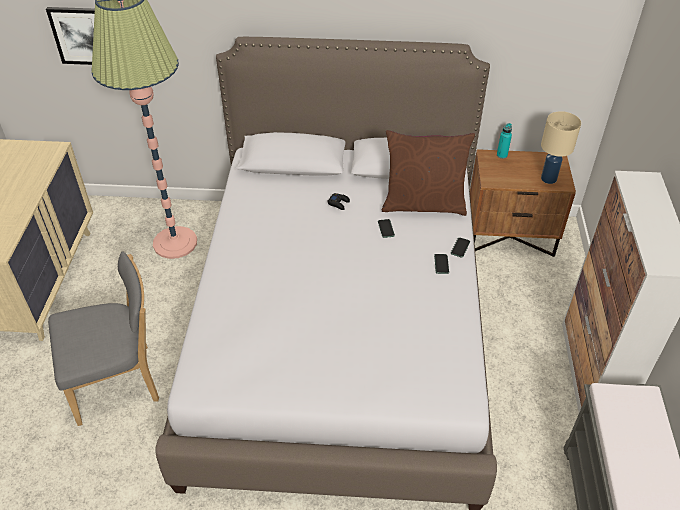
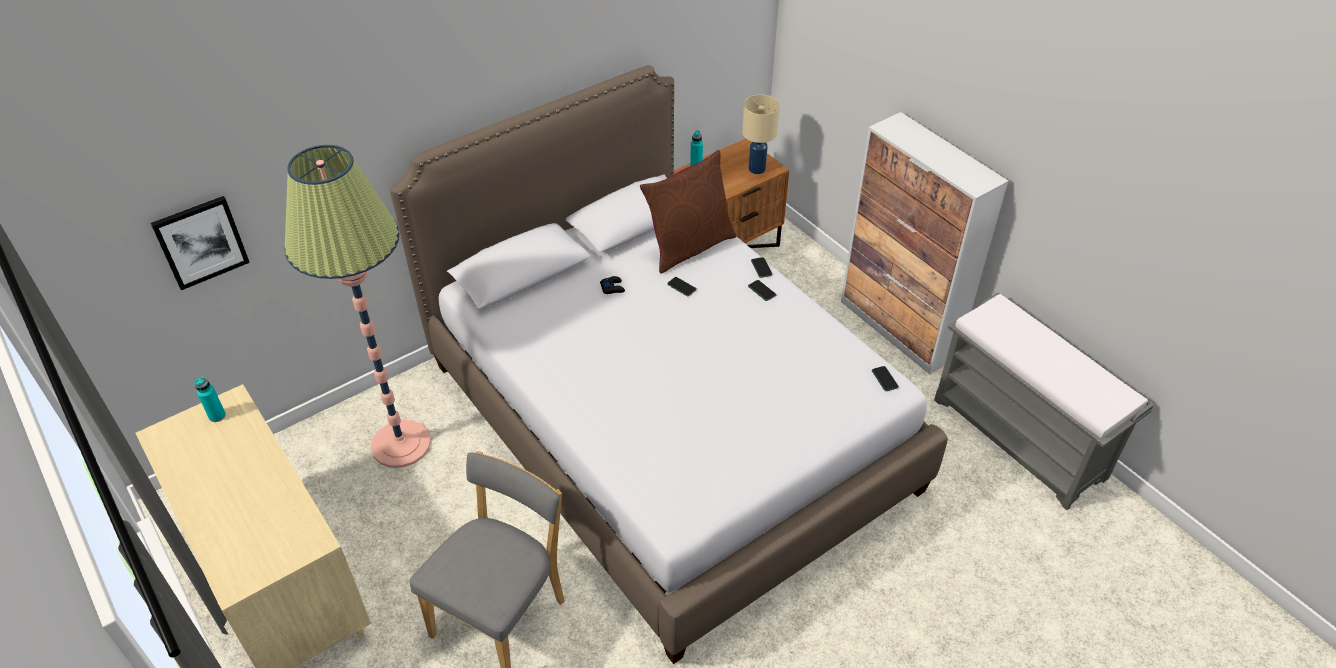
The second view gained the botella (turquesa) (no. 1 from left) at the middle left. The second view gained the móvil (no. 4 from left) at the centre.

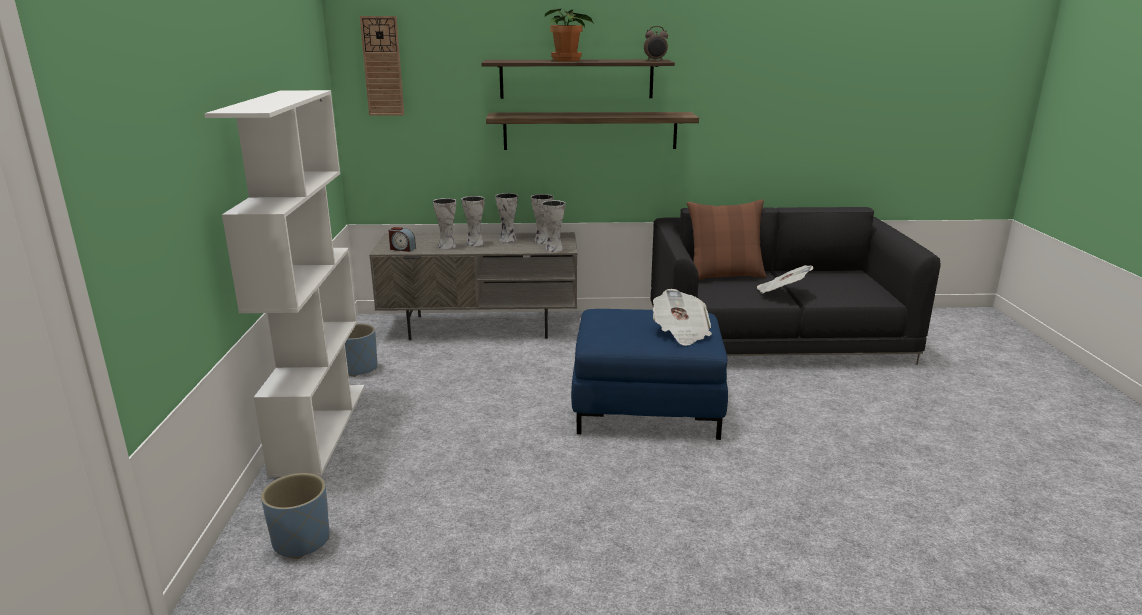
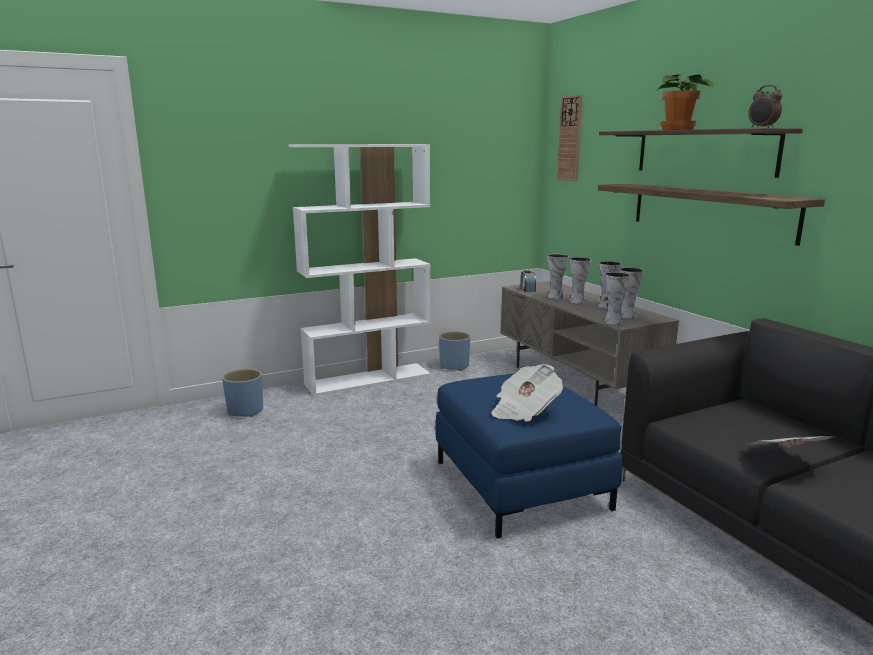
The second view lost the cojín (marrón) at the centre.

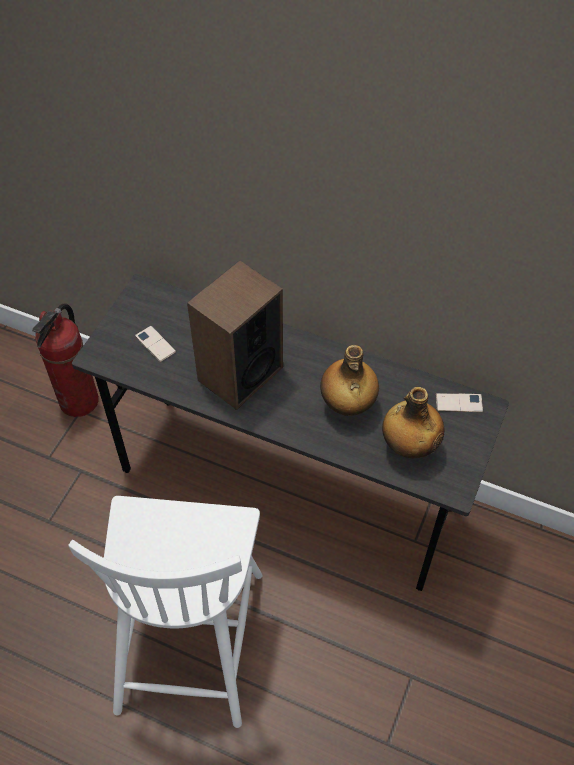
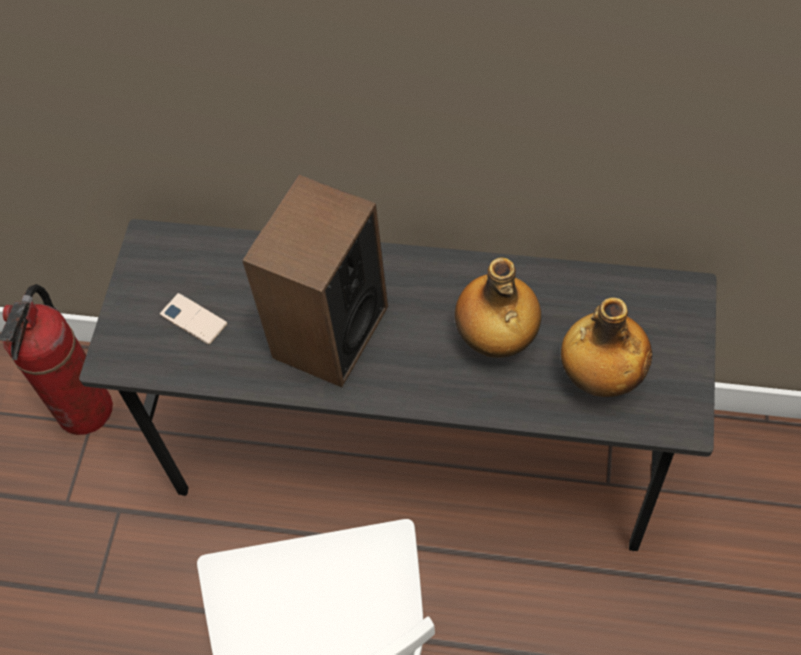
The second view lost the móvil (no. 2 from left) at the middle right.

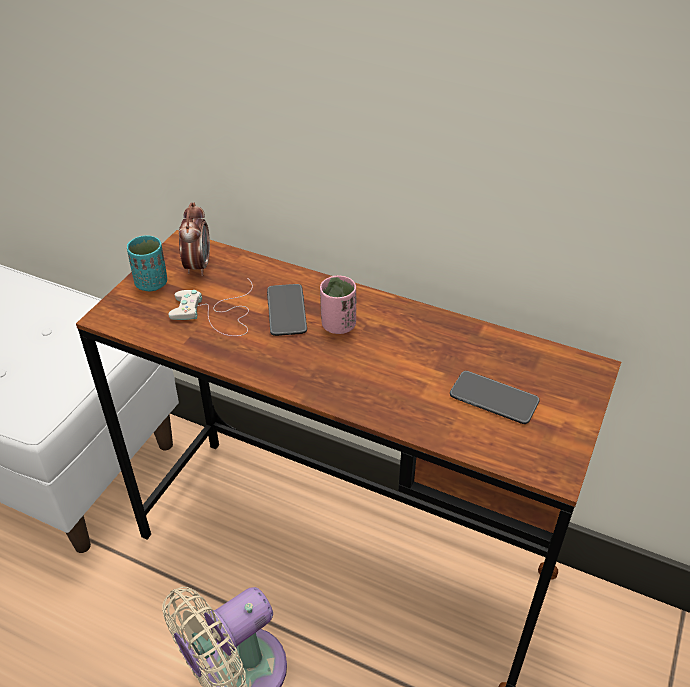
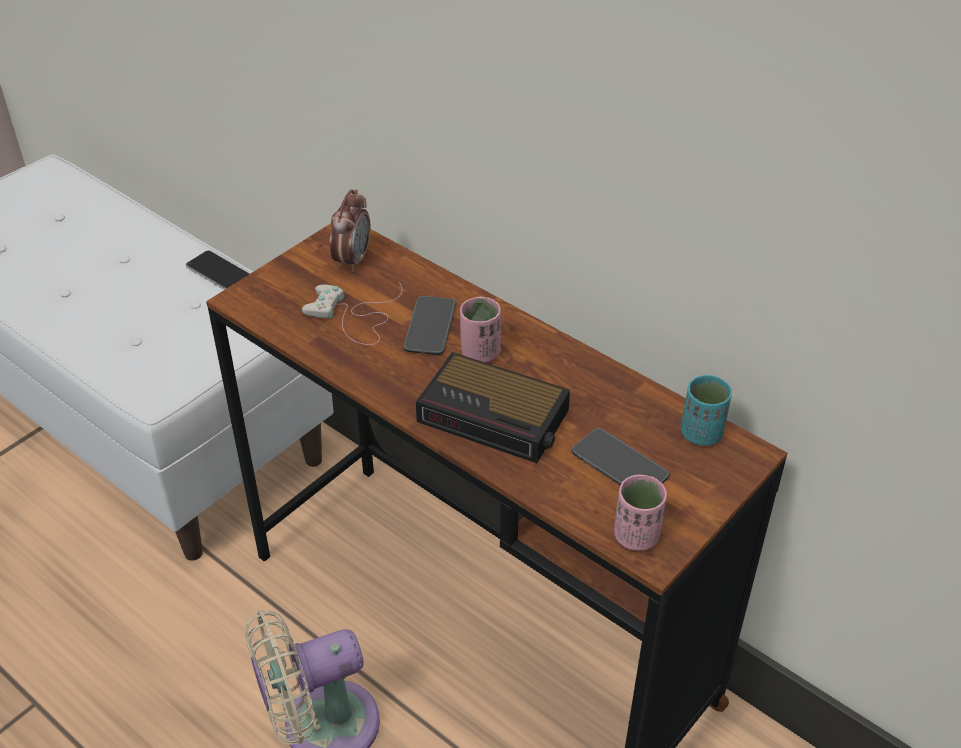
The taza (turquesa) ended up elsewhere, having gone from the middle left to the middle right. The second view gained the móvil (no. 1 from left) at the middle left. The second view gained the despertador (no. 2 from left) at the centre. The second view gained the taza (rosa) (no. 2 from left) at the bottom centre.

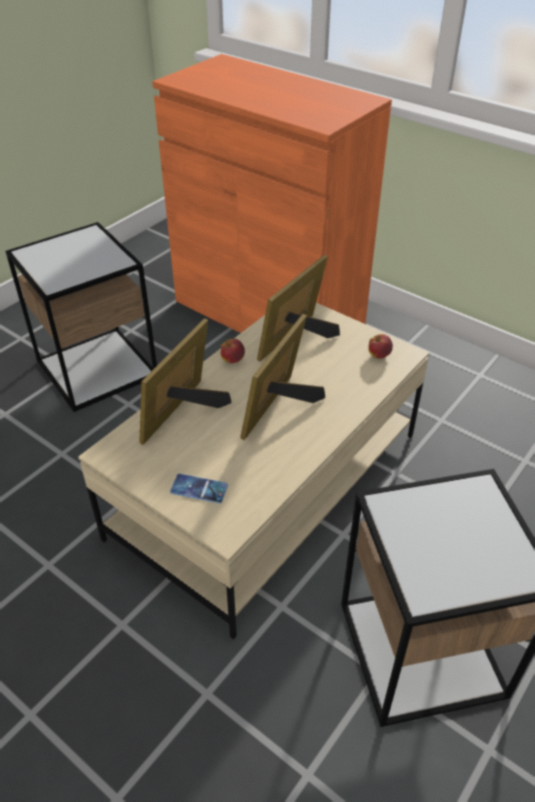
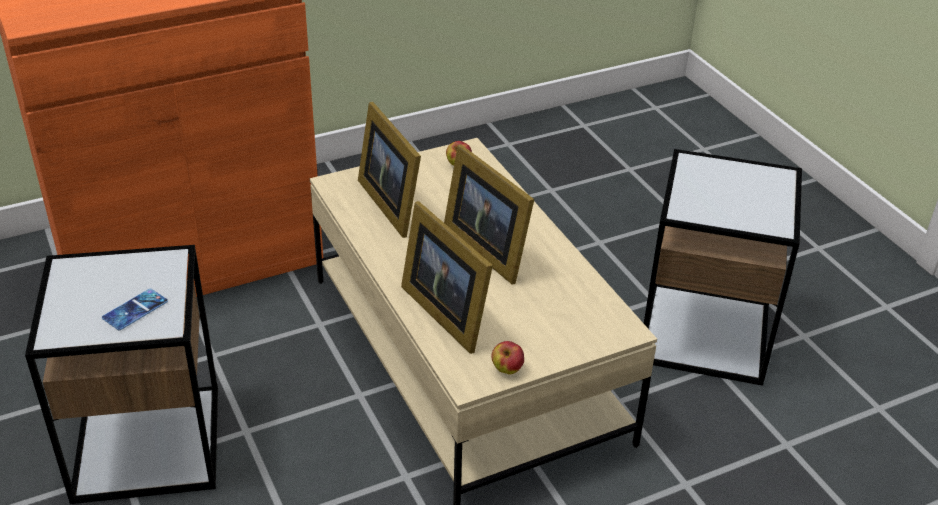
The móvil ended up elsewhere, having gone from the centre to the middle left. The manzana (no. 1 from left in the first image) ended up elsewhere, having gone from the centre to the bottom centre.

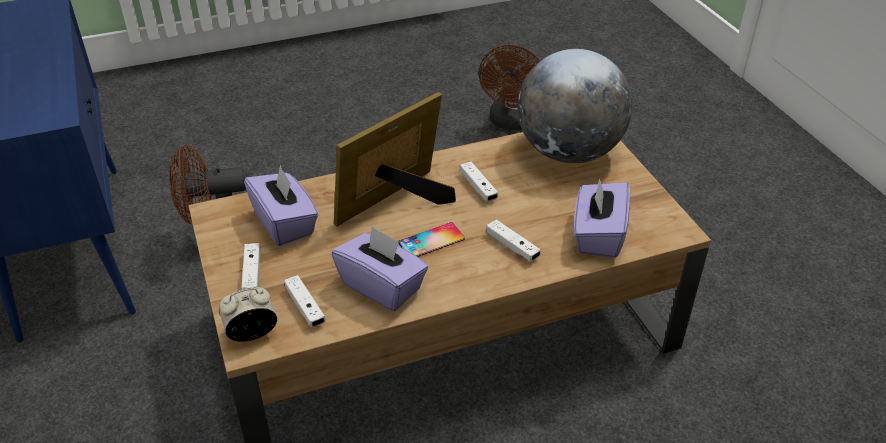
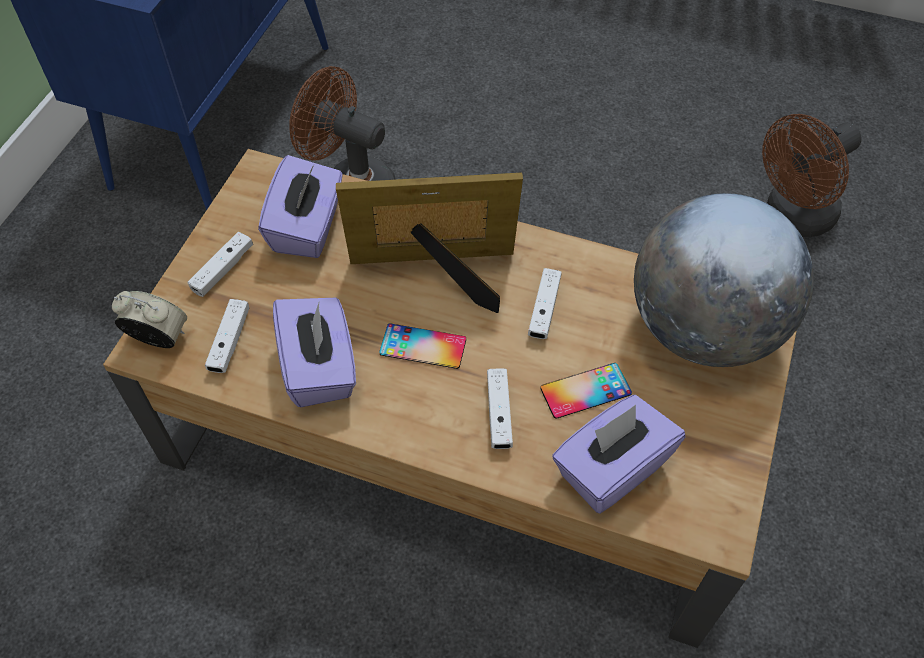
The second view gained the móvil (no. 2 from left) at the centre.

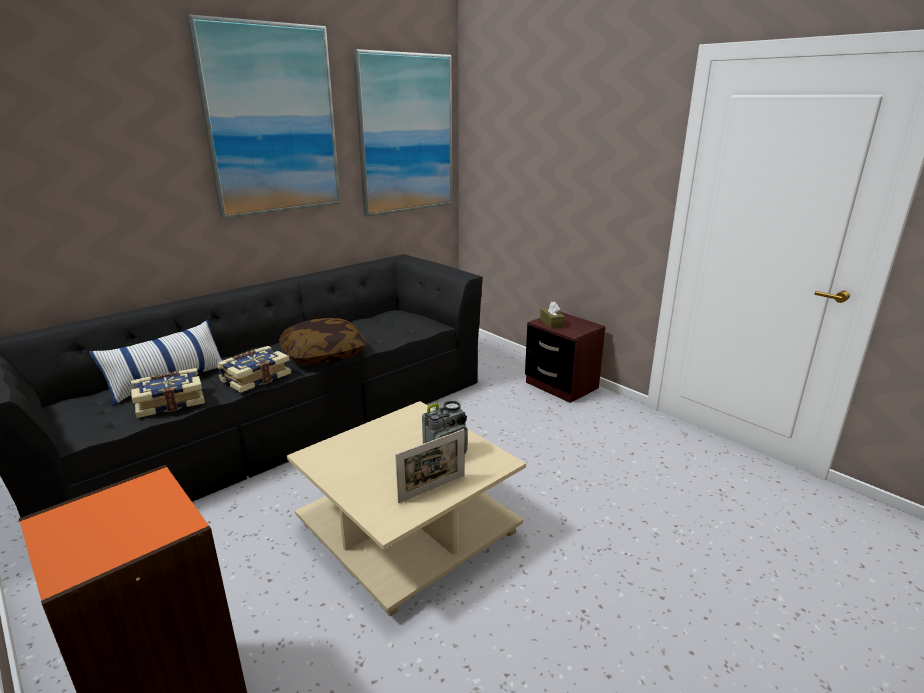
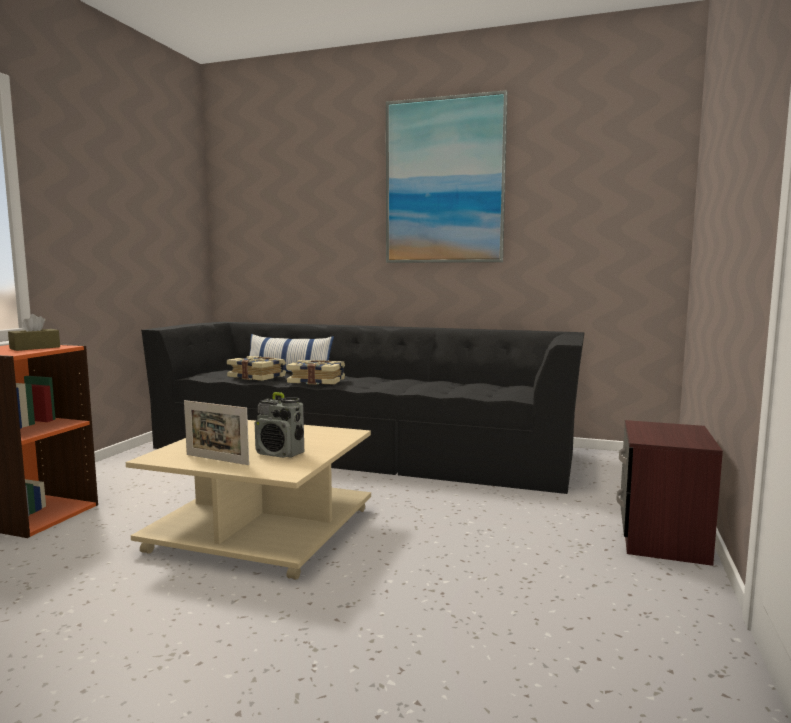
The second view lost the cojín (no. 2 from left) at the centre. The second view lost the cuadro (no. 2 from left) at the top centre. The caja de pañuelos (marrón) ended up elsewhere, having gone from the centre to the middle left.

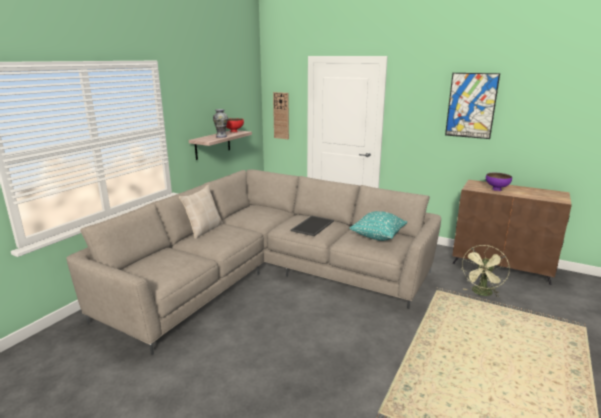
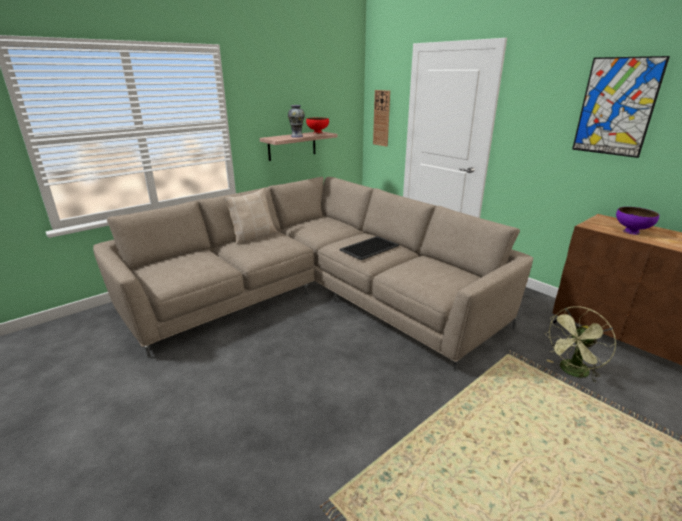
The second view lost the cojín (turquesa) at the centre.

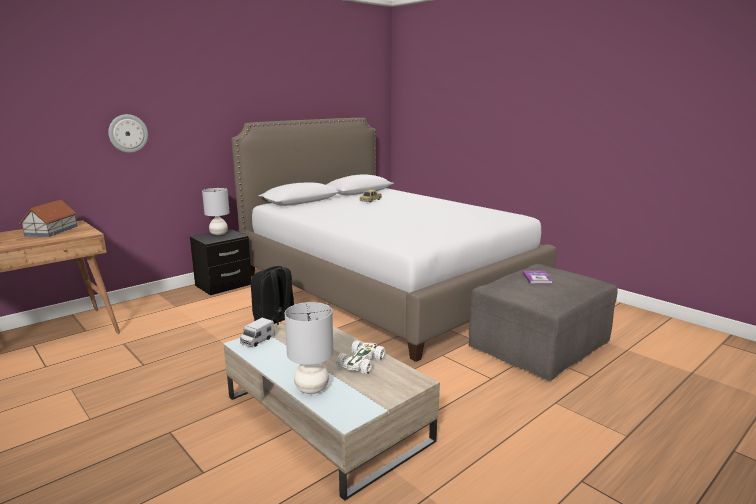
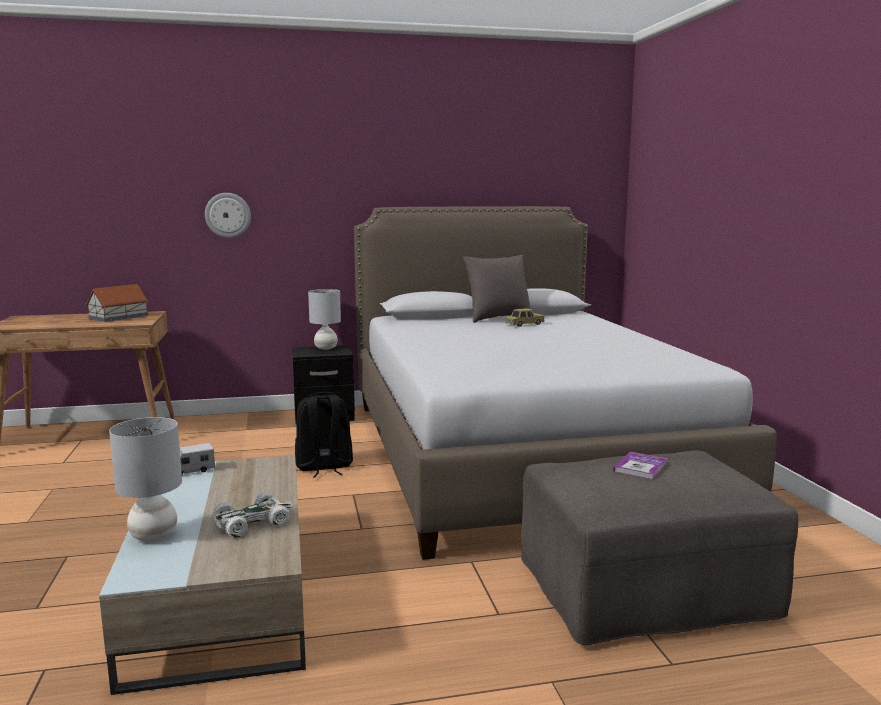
The second view gained the cojín (gris) at the centre.

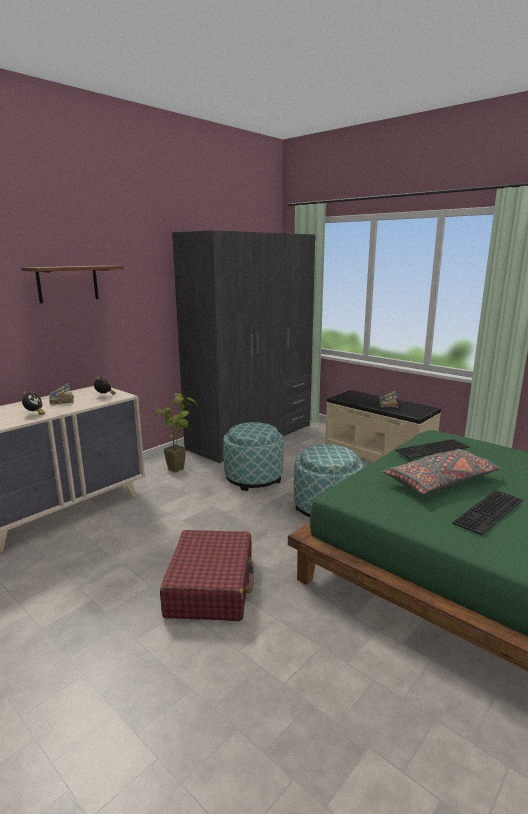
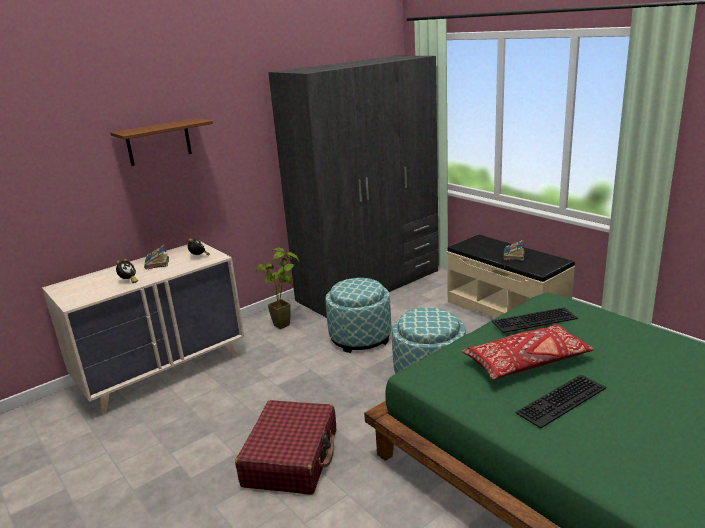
What was the cojín (gris) at the middle right turned into the cojín (rojo) at the bottom right.

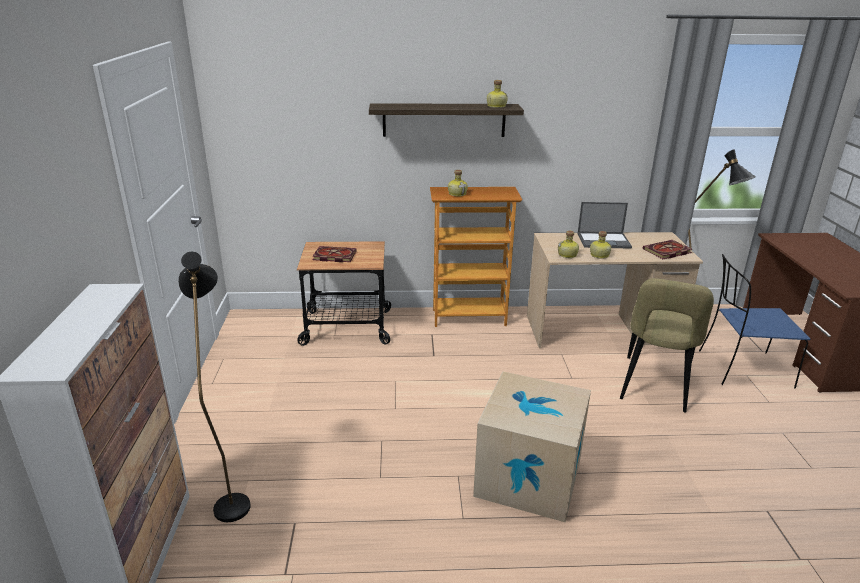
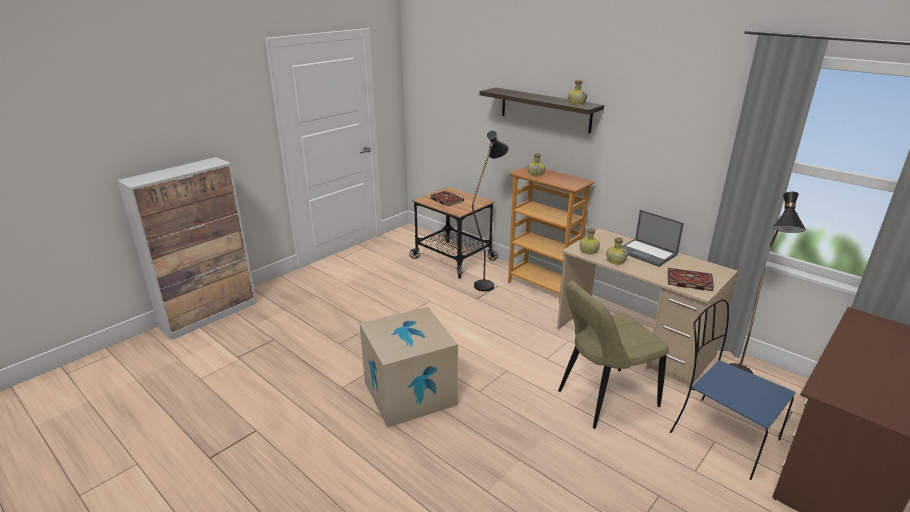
The lámpara de pie (negro) (no. 1 from left) ended up elsewhere, having gone from the middle left to the centre.

